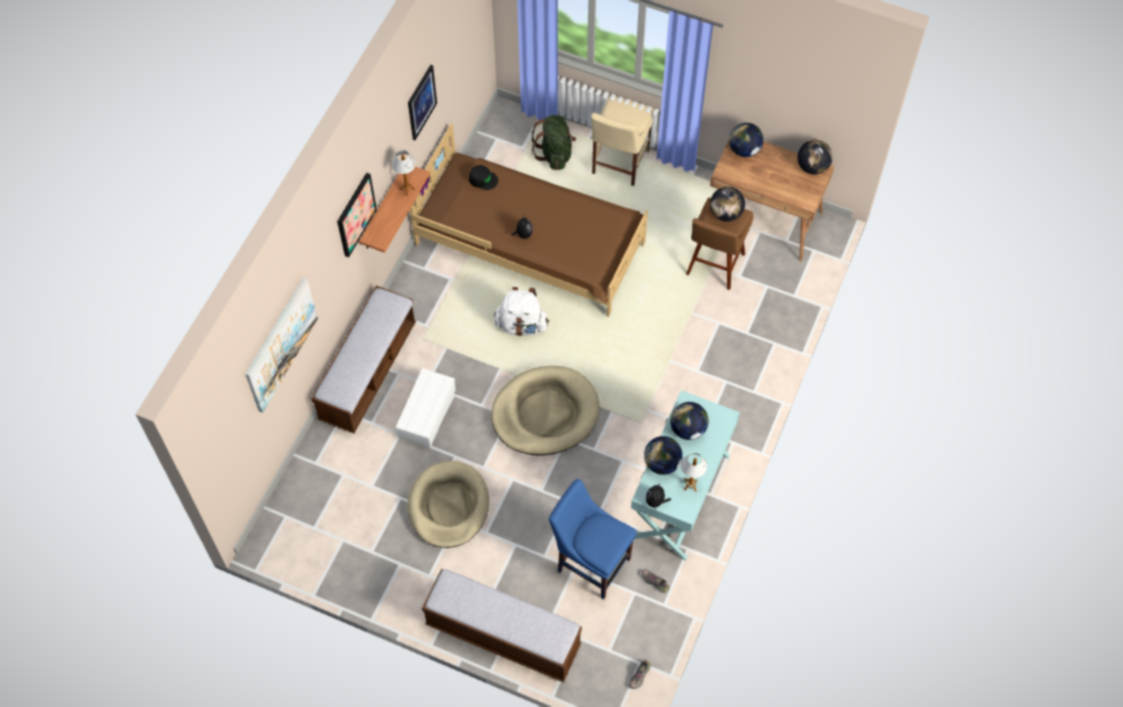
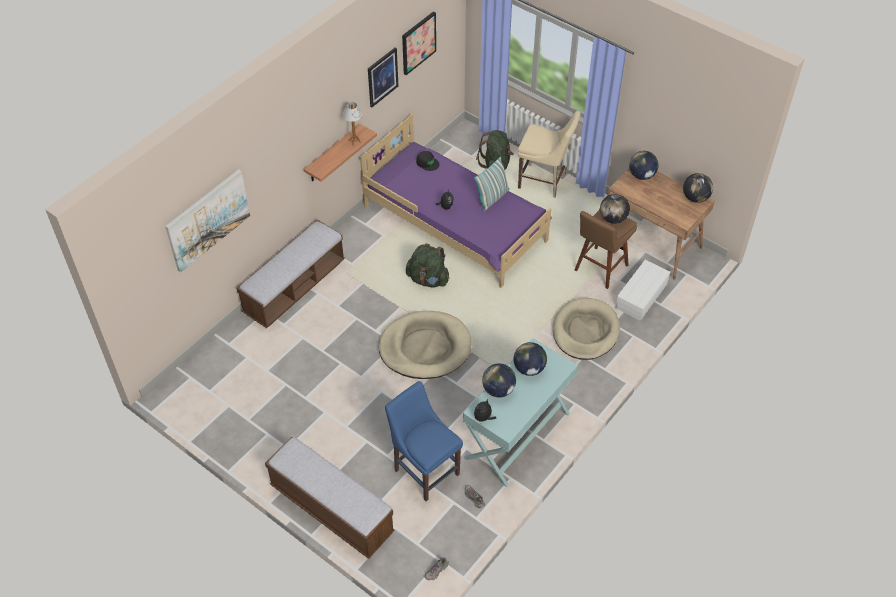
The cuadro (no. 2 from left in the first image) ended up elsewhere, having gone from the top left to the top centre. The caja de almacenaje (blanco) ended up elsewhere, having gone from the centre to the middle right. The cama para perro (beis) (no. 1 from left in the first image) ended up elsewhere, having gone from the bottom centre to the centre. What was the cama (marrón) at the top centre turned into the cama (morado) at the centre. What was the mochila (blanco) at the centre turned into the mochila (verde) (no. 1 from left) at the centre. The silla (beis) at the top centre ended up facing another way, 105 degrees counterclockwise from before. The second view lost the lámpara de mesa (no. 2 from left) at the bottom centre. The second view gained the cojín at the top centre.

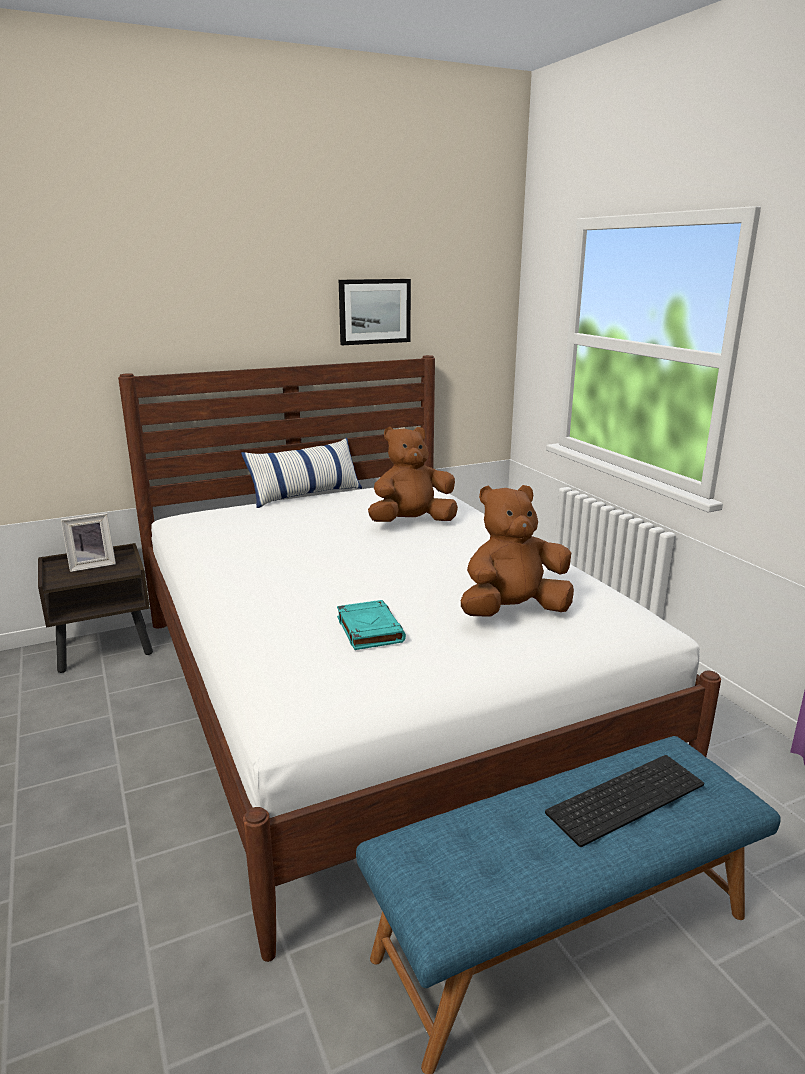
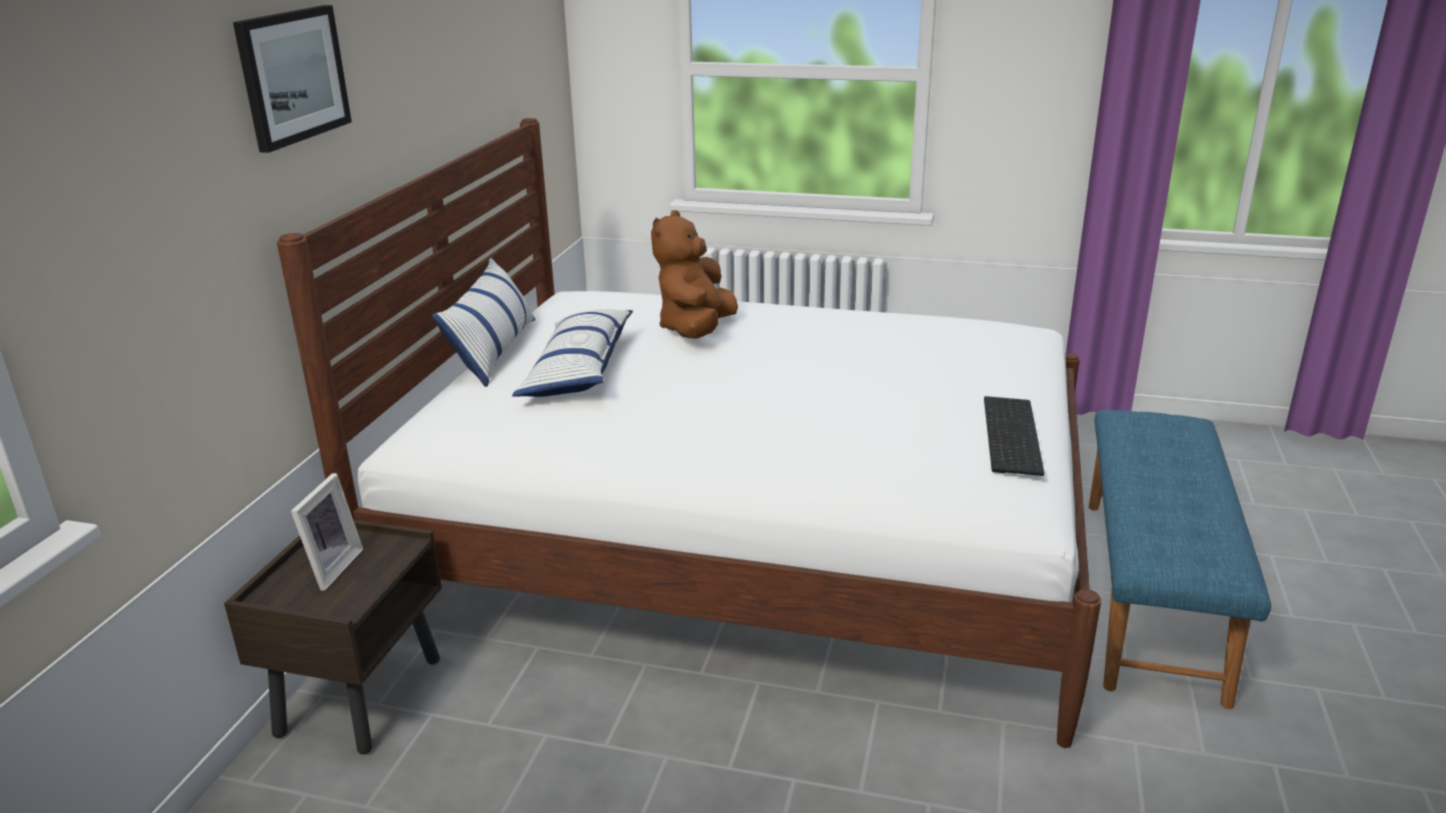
The second view lost the libro (turquesa) at the centre. The cuadro ended up elsewhere, having gone from the top centre to the top left. The second view lost the peluche (marrón) (no. 2 from left) at the centre. The teclado ended up elsewhere, having gone from the bottom right to the middle right. The second view gained the cojín (no. 2 from left) at the centre.

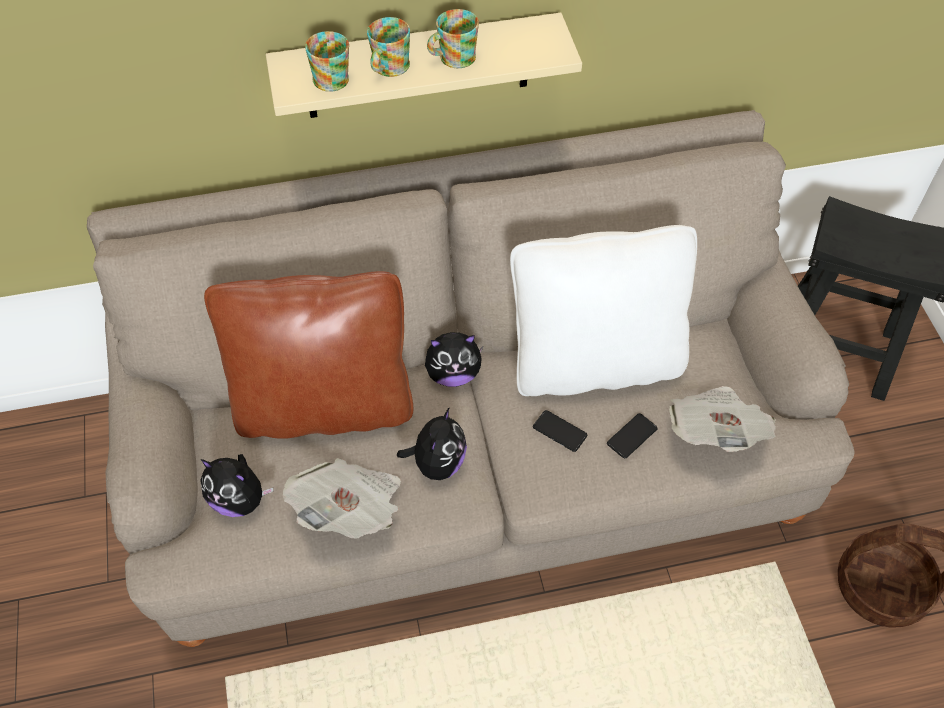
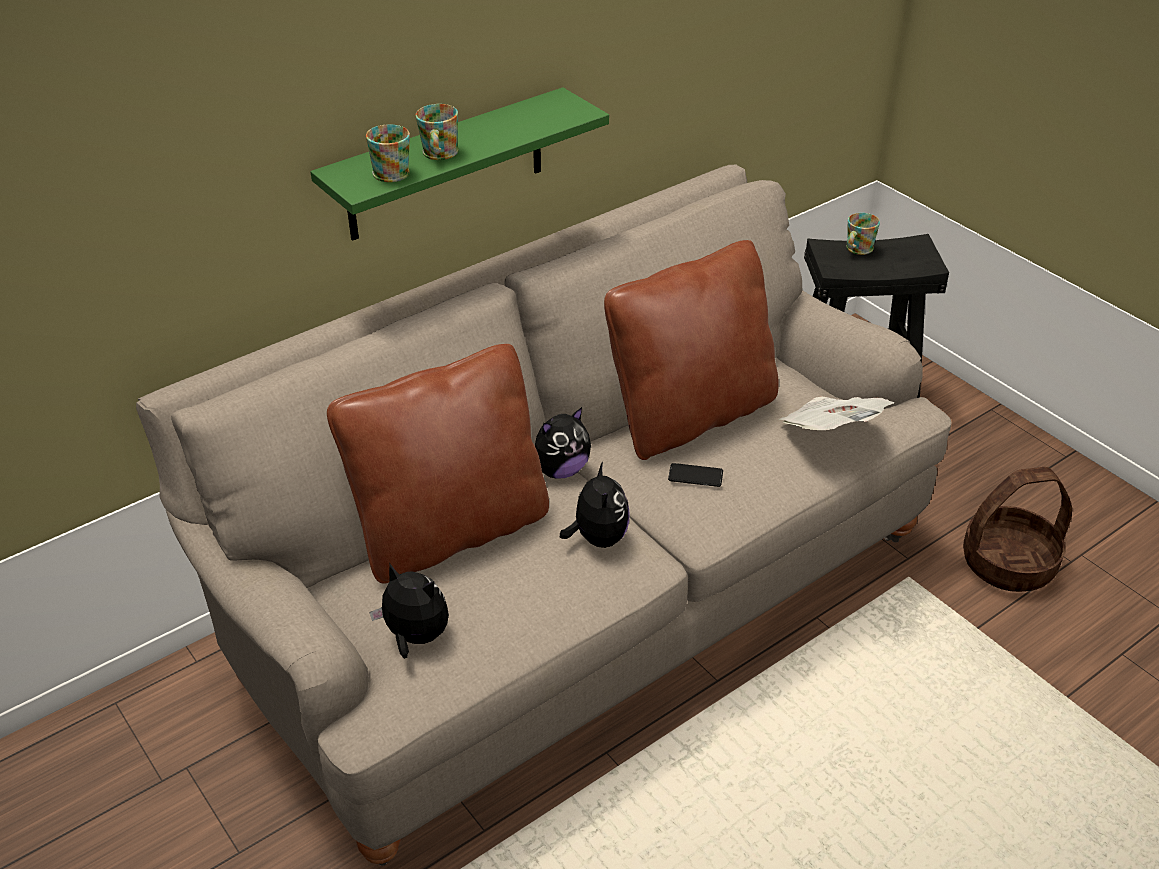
The peluche (no. 1 from left) at the bottom left ended up facing another way, 150 degrees counterclockwise from before. What was the estante (beis) at the top centre turned into the estante (verde) at the top centre. The second view lost the periódico (no. 1 from left) at the bottom centre. The taza grande (no. 3 from left) ended up elsewhere, having gone from the top centre to the top right. What was the cojín (blanco) at the centre turned into the cojín (marrón) (no. 2 from left) at the centre. The second view lost the móvil (no. 2 from left) at the middle right.

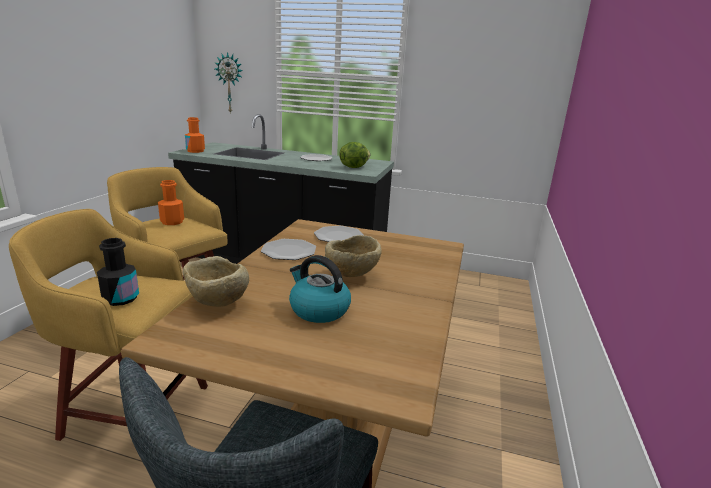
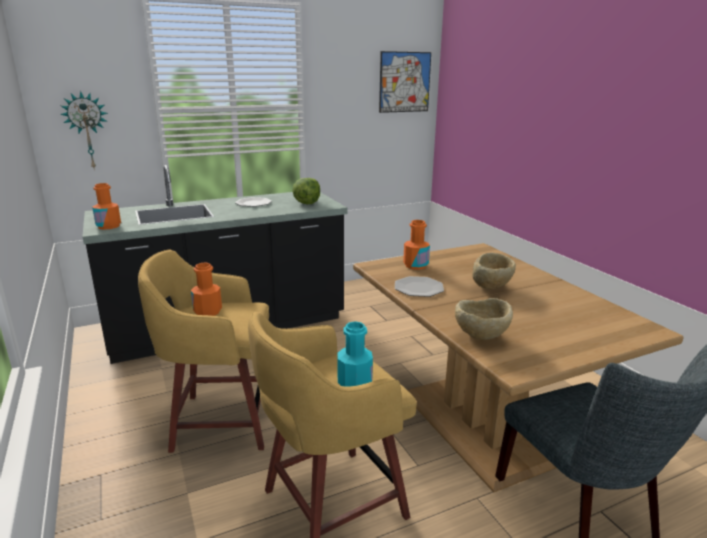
What was the botella (negro) at the middle left turned into the botella (turquesa) at the centre. The second view lost the hervidor at the centre. Where the plato (no. 3 from left) stood at the centre, the botella (naranja) (no. 3 from left) came to stand at the centre. The second view gained the cuadro at the top centre.

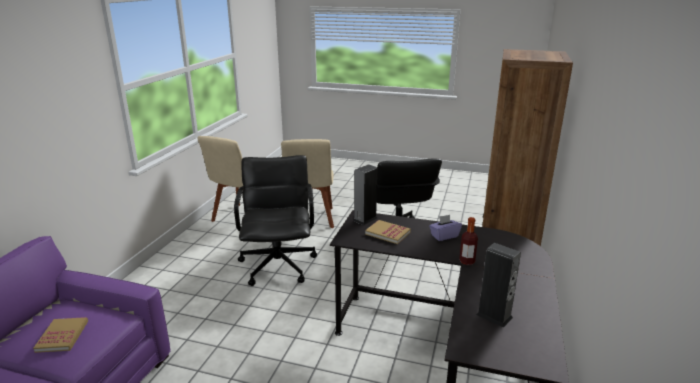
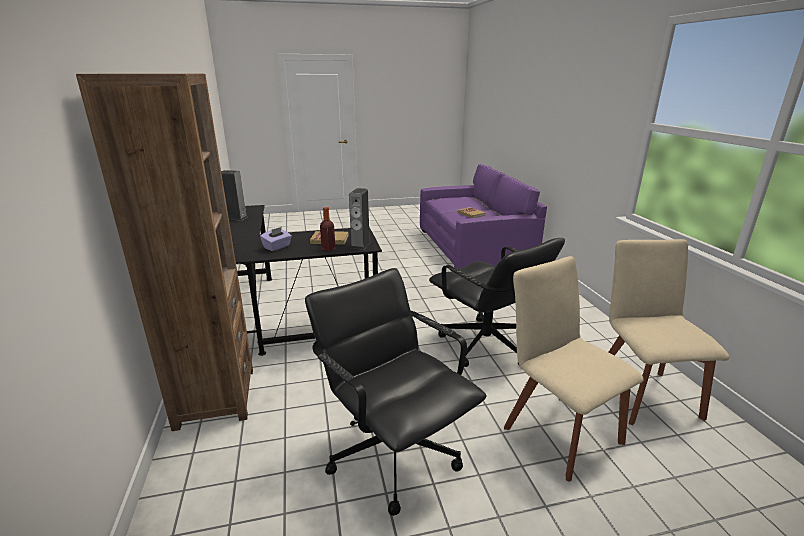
The botella ended up elsewhere, having gone from the middle right to the centre.

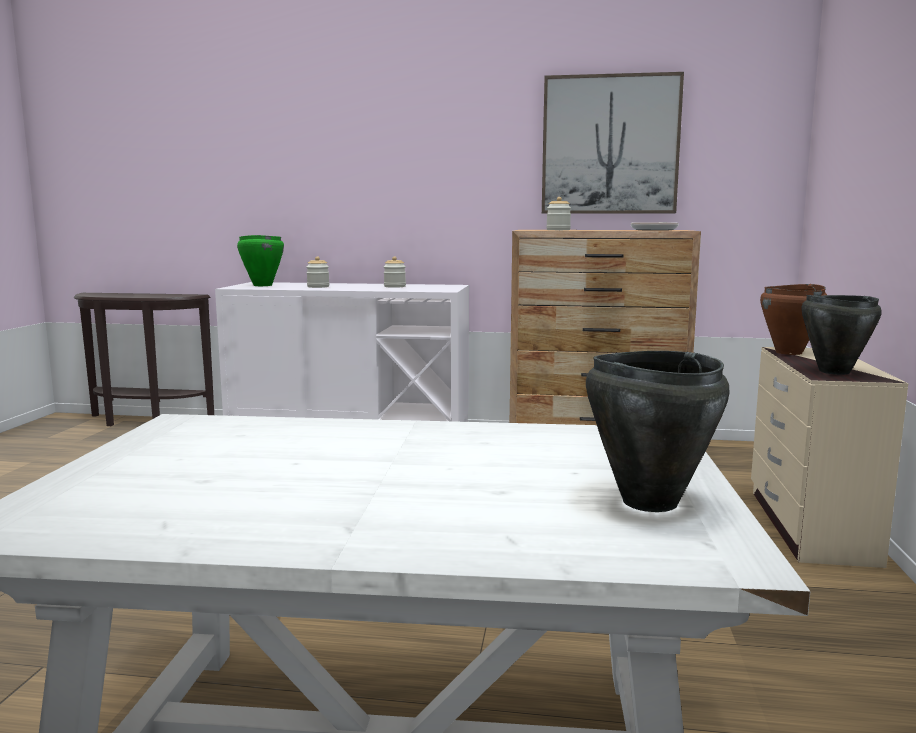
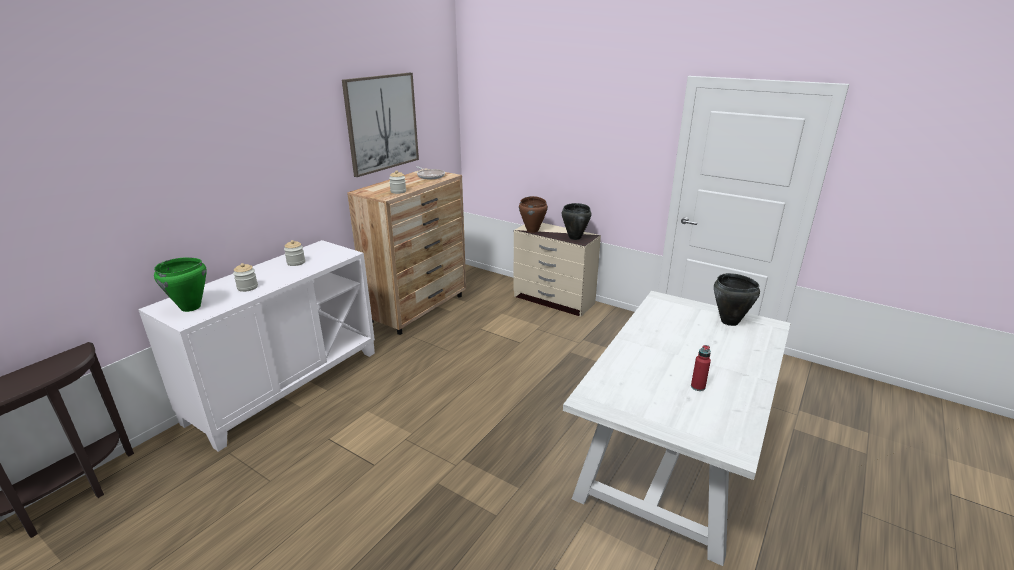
The second view gained the botella (rojo) at the middle right.

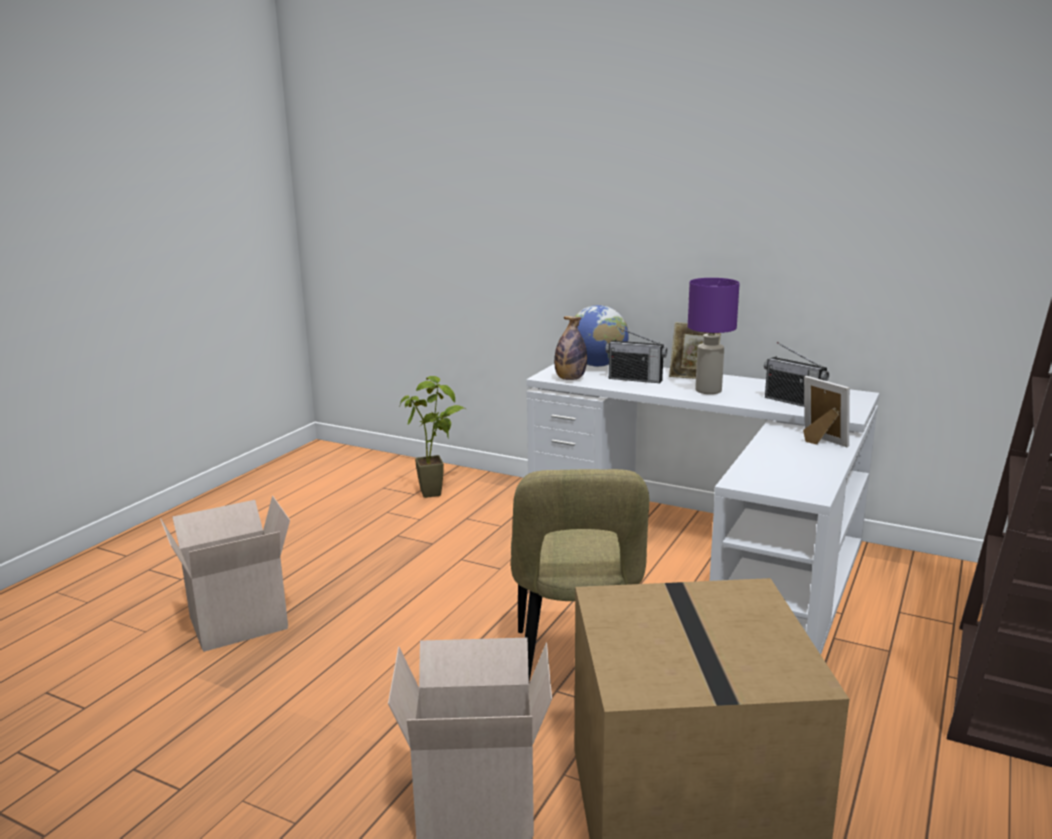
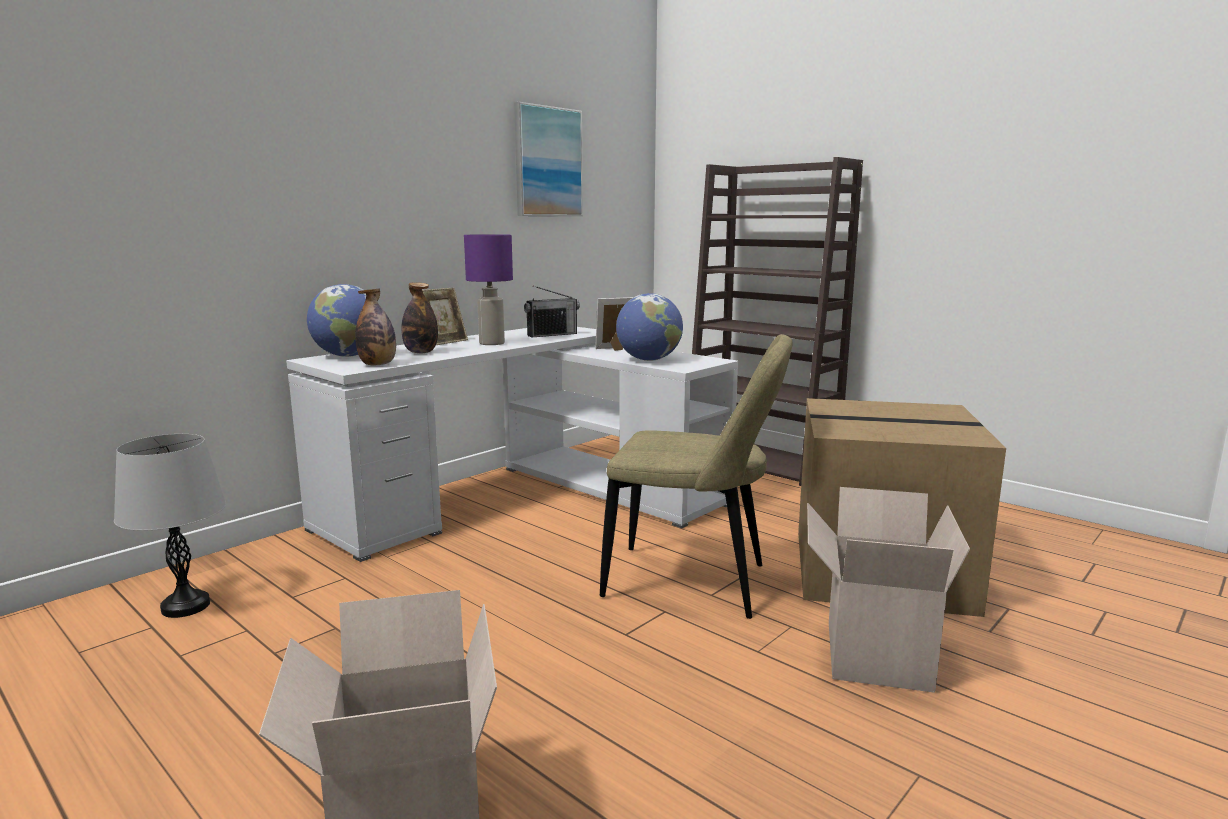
Where the planta en maceta stood at the centre, the lámpara de mesa (gris) came to stand at the middle left. Where the radio (no. 1 from left) stood at the centre, the botella (no. 2 from left) came to stand at the centre. The second view gained the cuadro at the top centre. The second view gained the globo terráqueo (no. 2 from left) at the centre.

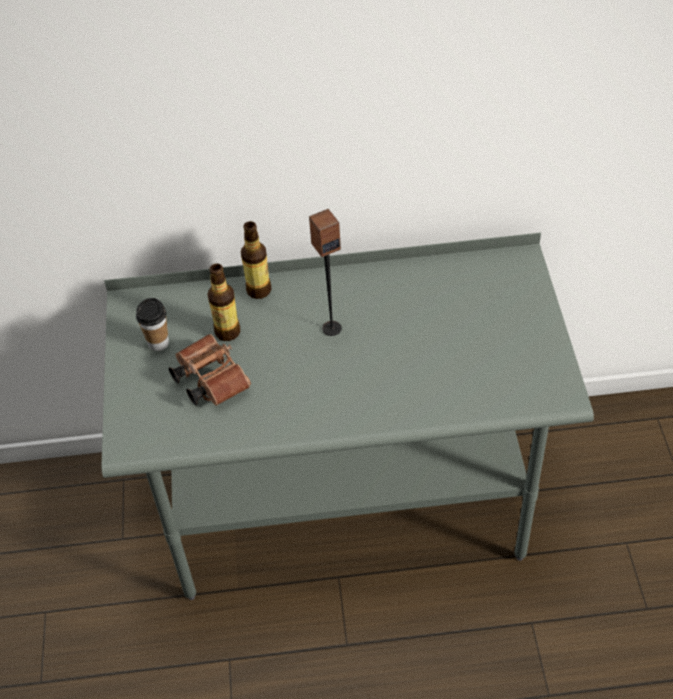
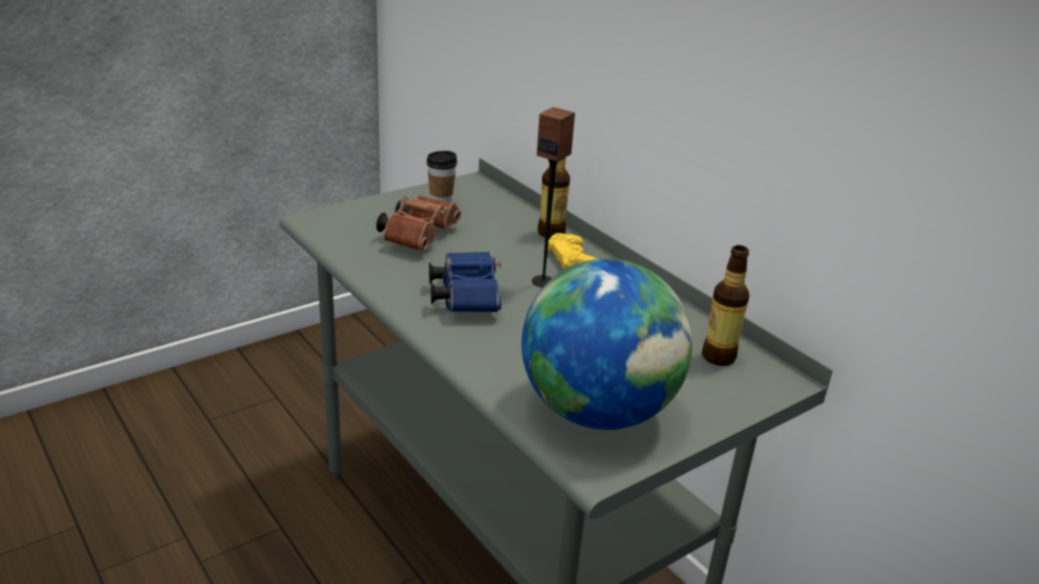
The botella (no. 1 from left in the first image) ended up elsewhere, having gone from the middle left to the middle right. The second view gained the prismáticos (azul) at the centre. The second view gained the globo terráqueo at the centre. The second view gained the mando de consola (amarillo) at the centre.

